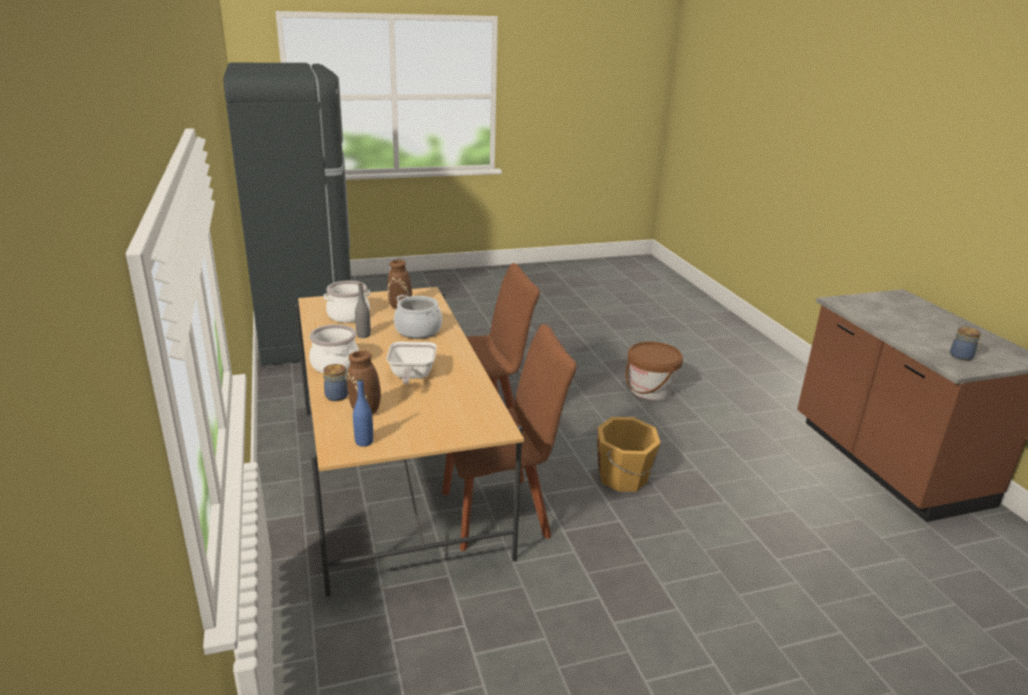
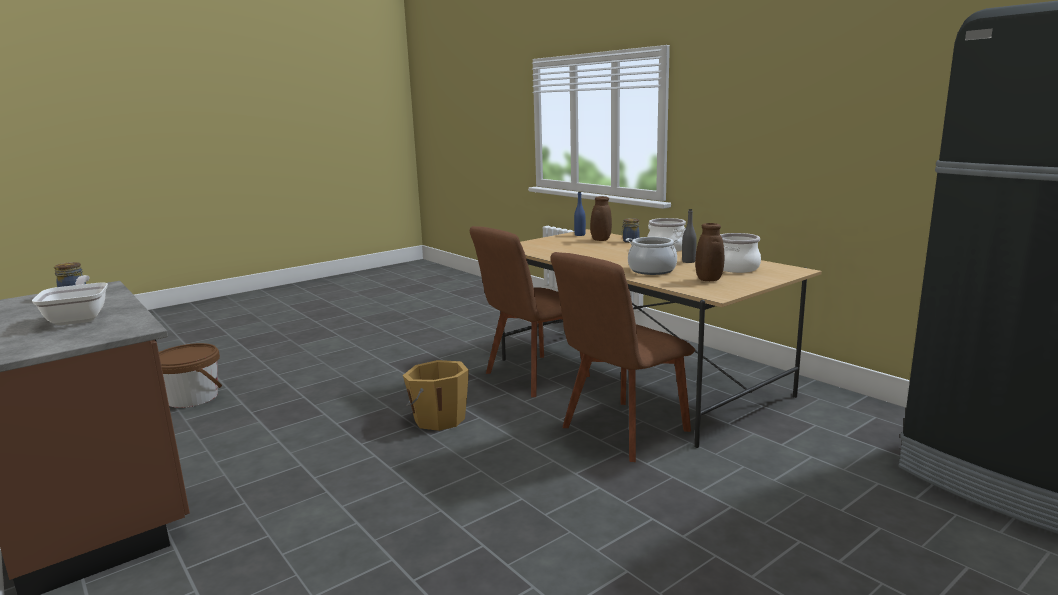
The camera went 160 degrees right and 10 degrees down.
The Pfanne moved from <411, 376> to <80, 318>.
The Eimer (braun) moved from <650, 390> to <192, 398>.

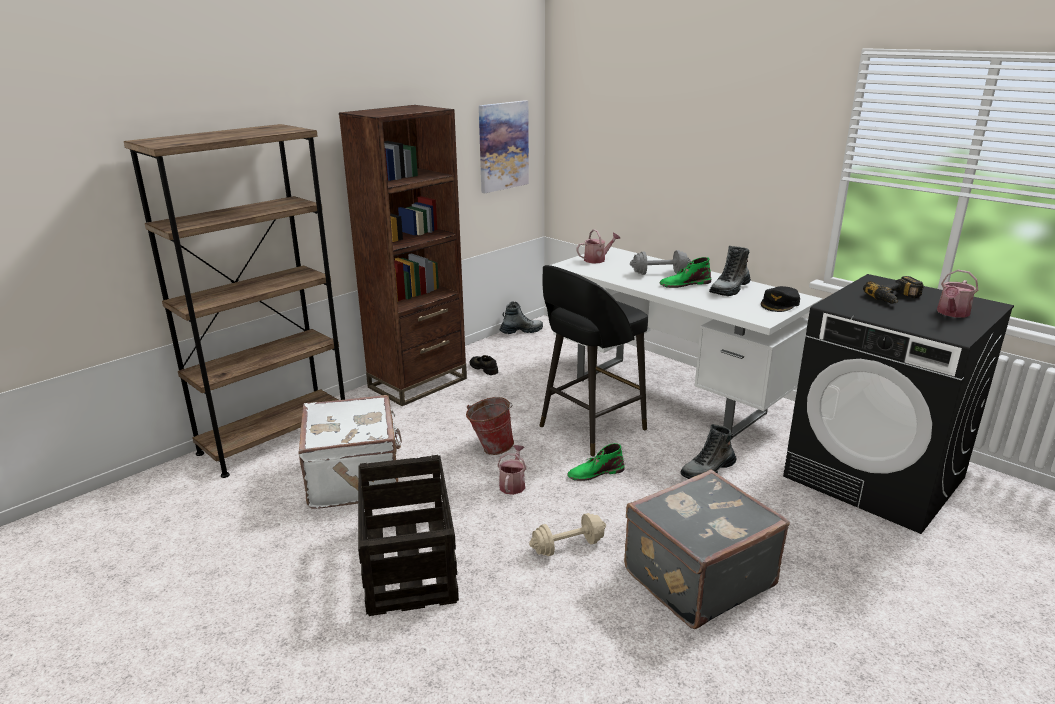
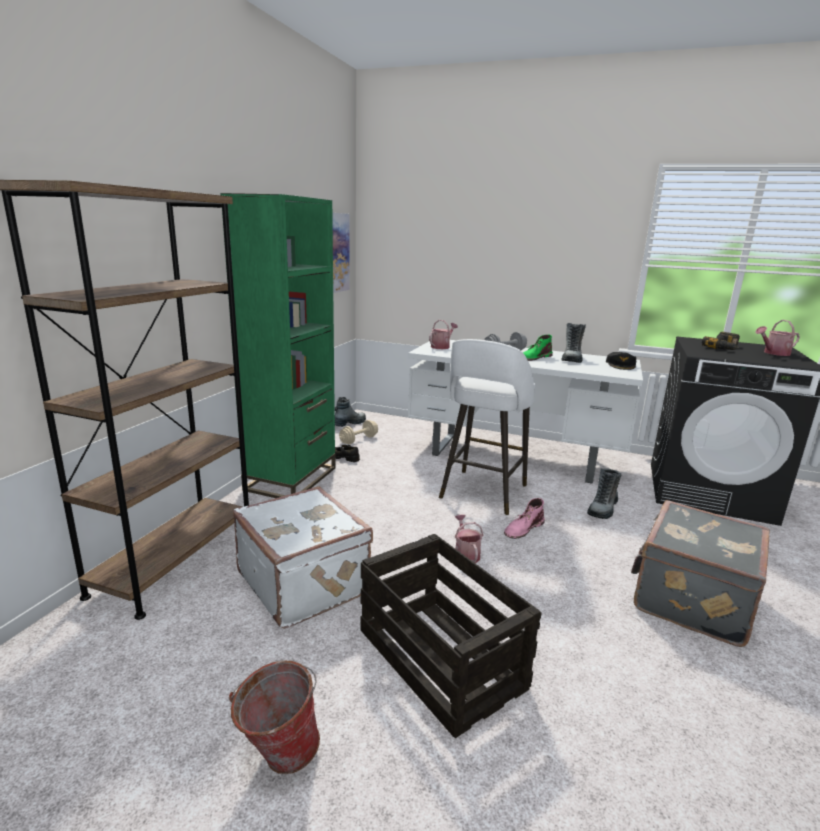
The camera went 25 degrees left and 5 degrees down.
The Bücherregal (braun) at <418, 383> became the Bücherregal (grün) at <291, 479>.
The Eimer moved from <490, 448> to <278, 754>.
The Hantel (beige) moved from <568, 546> to <358, 440>.
The Hocker (schwarz) at <590, 429> became the Hocker (weiß) at <482, 493>.
The Stiefel (grün) at <595, 473> became the Stiefel (rosa) at <523, 528>.
The Gießkanne at <952, 313> turned 60 degrees clockwise.

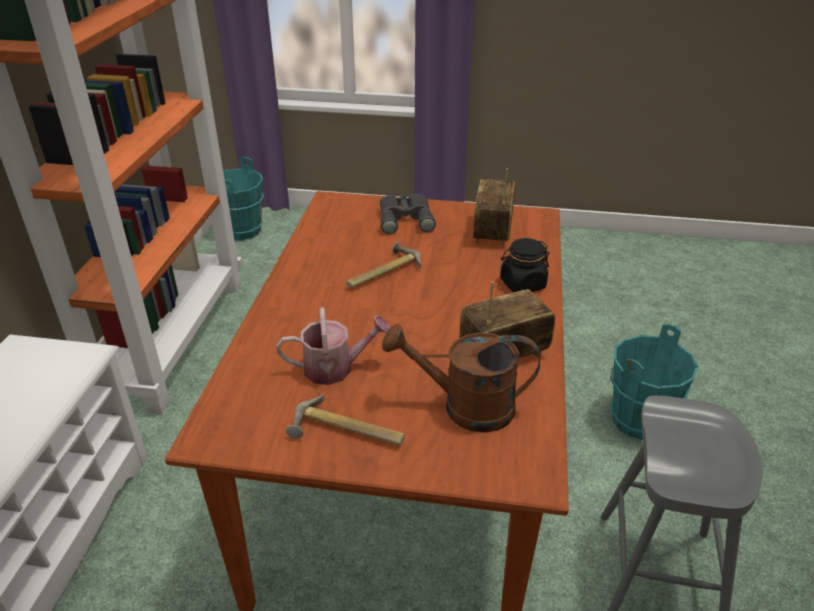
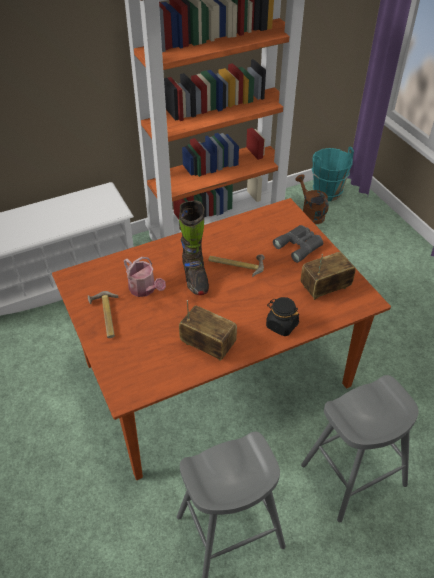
The camera went 55 degrees right and 10 degrees up.
The Stiefel (schwarz) at <195, 277> appeared.
The Gießkanne (braun) moved from <465, 407> to <310, 213>.
The Eimer (türkis) at <639, 421> was replaced by the Hocker (grau) at <353, 475>.

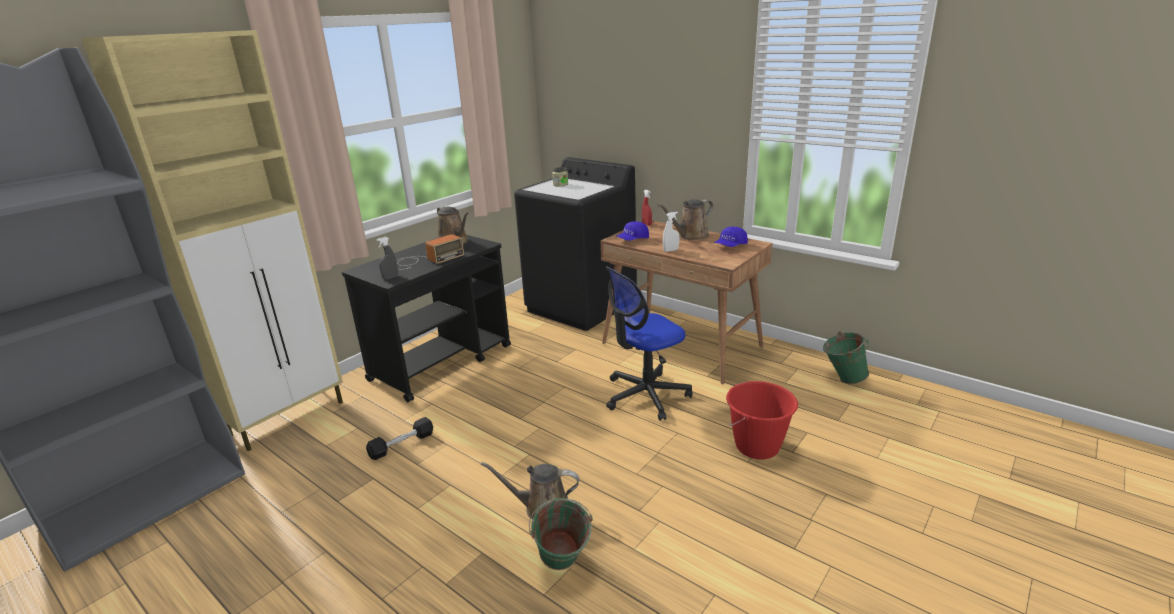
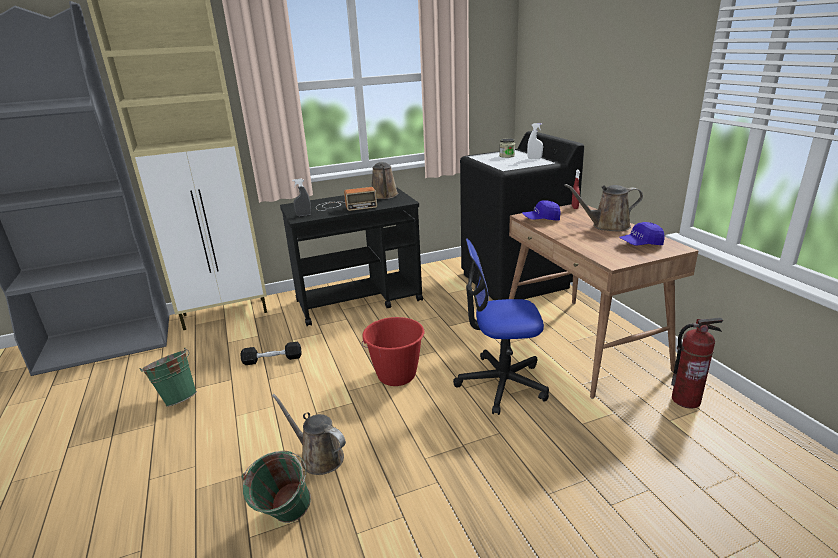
The camera went 30 degrees right and 0 degrees up.
The Eimer (grün) moved from <842, 379> to <177, 398>.
The Eimer (rot) moved from <757, 447> to <396, 375>.
The Sprühflasche (weiß) moved from <670, 250> to <534, 158>.
The Feuerlöscher at <686, 400> appeared.

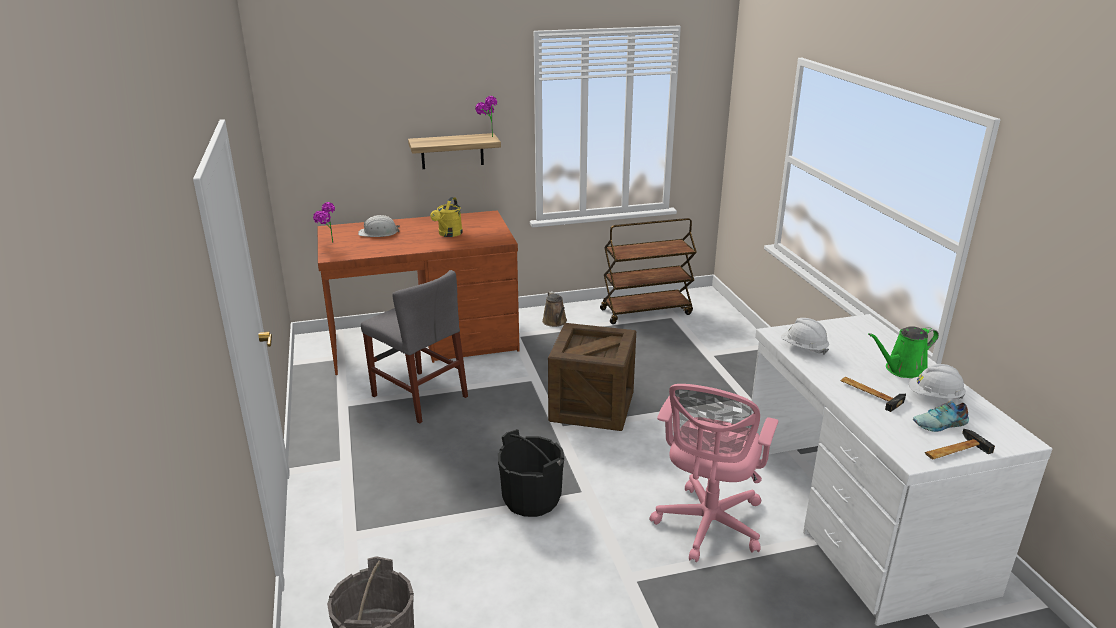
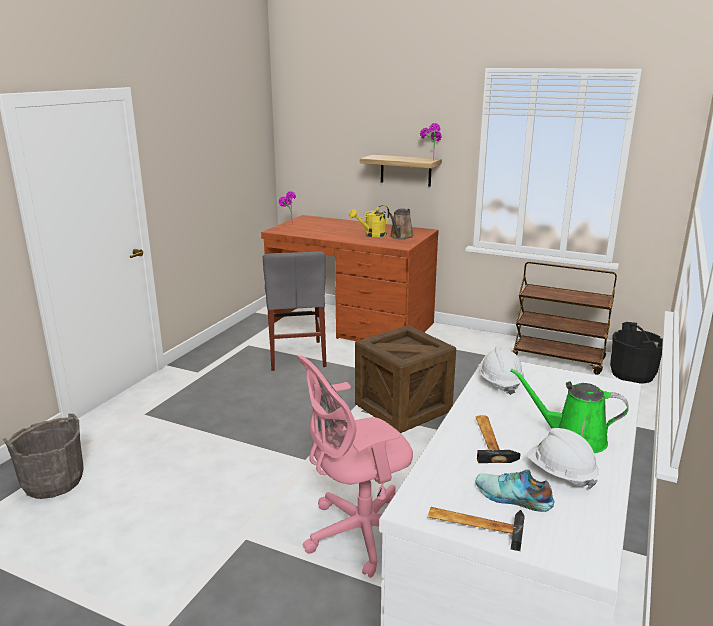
The camera went 40 degrees right and 5 degrees down.
The Gießkanne (braun) moved from <555, 322> to <400, 236>.
The Eimer (schwarz) moved from <531, 499> to <632, 374>.
The Schutzhelm (weiß) at <378, 233> disappeared.

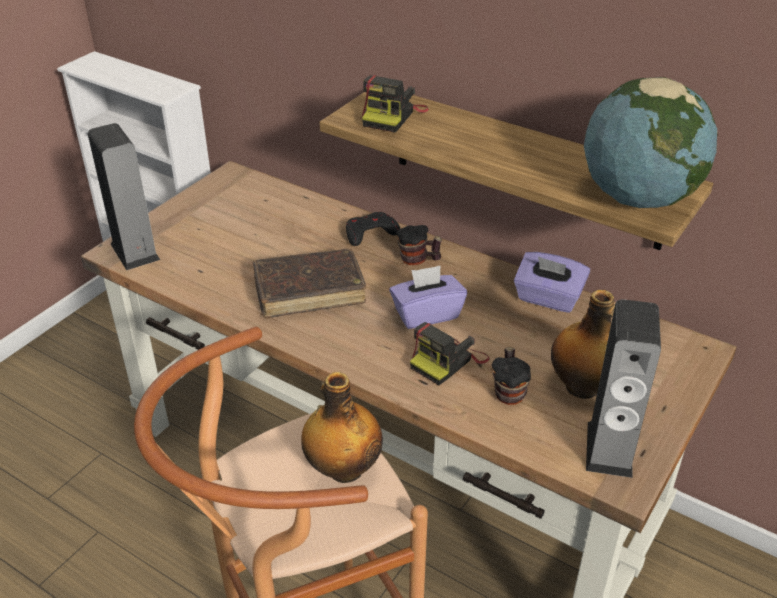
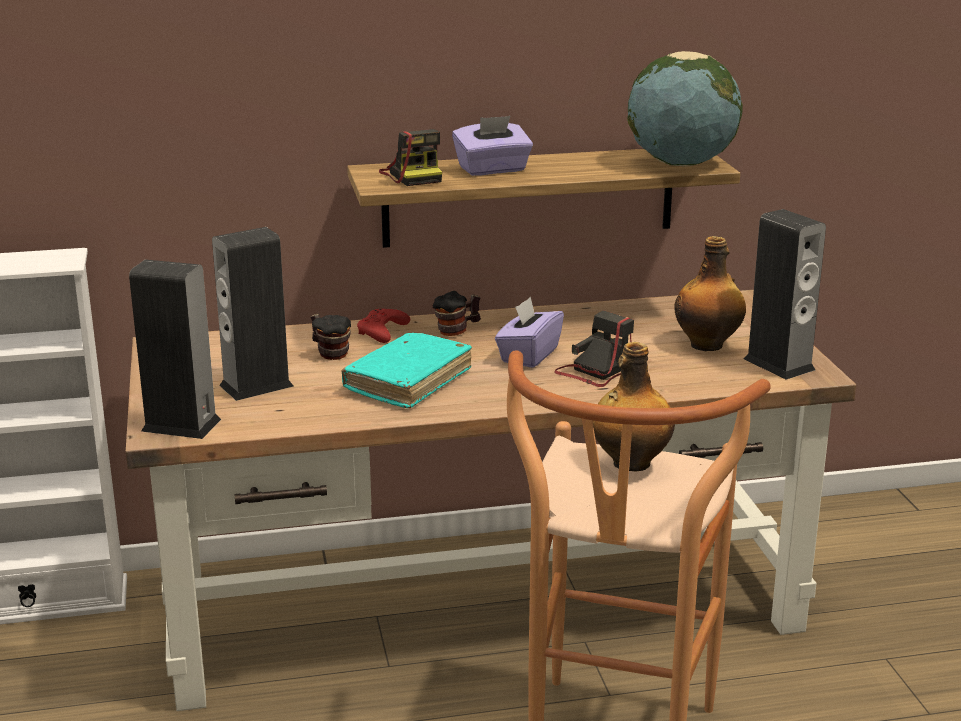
The camera went 45 degrees left and 15 degrees down.
The Lautsprecher at <256, 385> appeared.
The Henkelbecher moved from <509, 391> to <330, 353>.
The Buch (braun) at <309, 291> became the Buch (türkis) at <408, 381>.
The Gamepad (schwarz) at <370, 233> became the Gamepad (rot) at <382, 331>.
The Taschentuchbox (lila) moved from <548, 298> to <492, 169>.
The Kamera at <448, 361> turned 135 degrees counterclockwise.

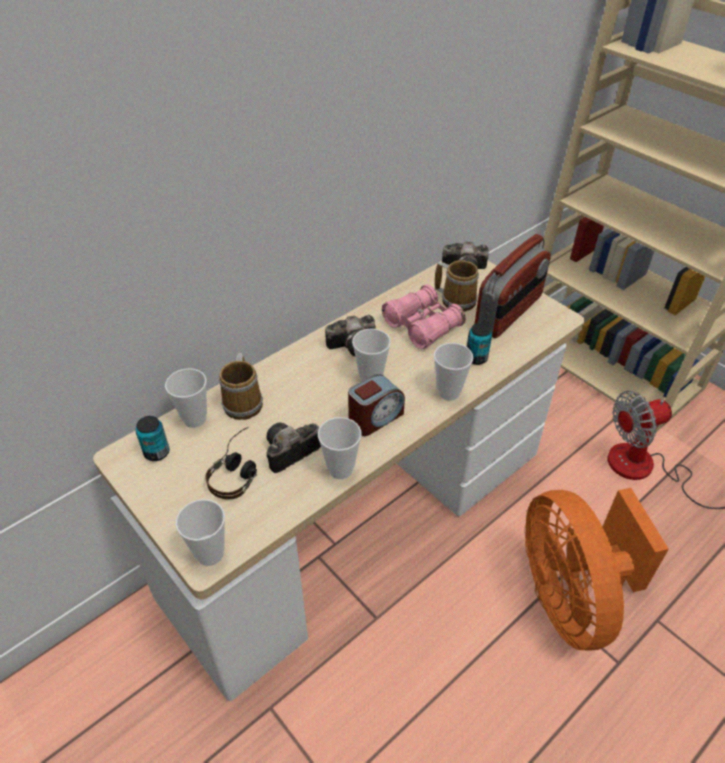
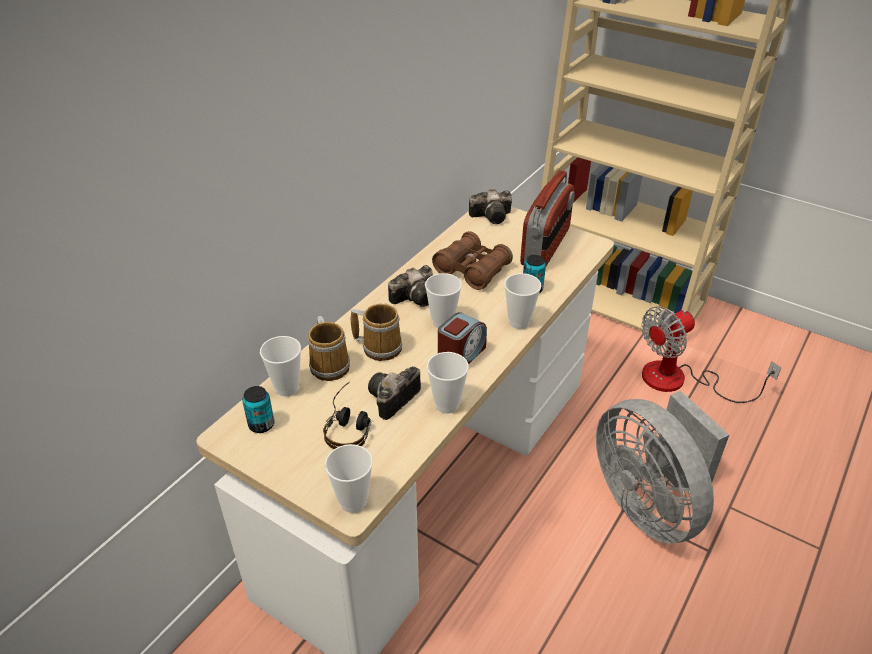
The camera went 15 degrees left and 5 degrees down.
The Henkelbecher moved from <457, 299> to <380, 346>.
The Fernglas (rosa) at <422, 325> became the Fernglas (braun) at <472, 270>.
The Ventilator (orange) at <570, 596> became the Ventilator (grau) at <649, 504>.

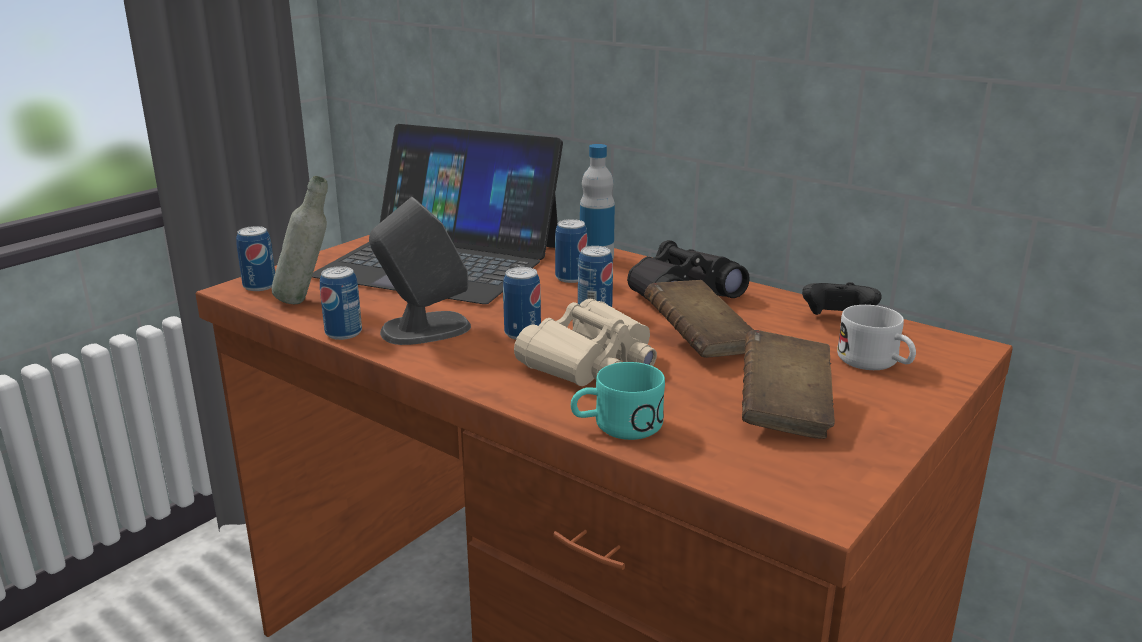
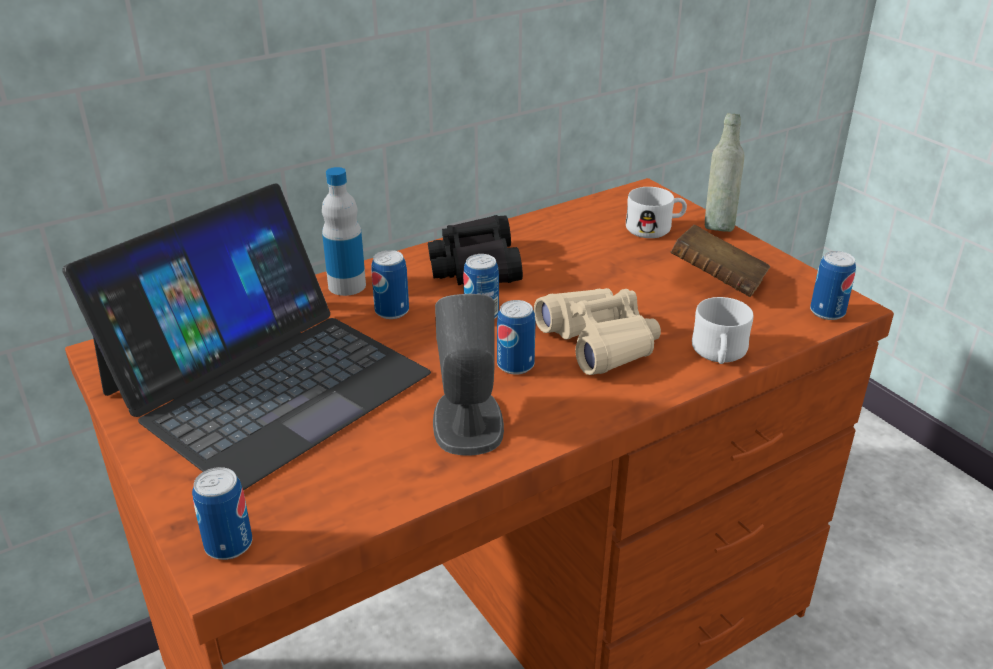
The camera went 70 degrees left and 10 degrees up.
The Henkelbecher (türkis) at <616, 426> became the Henkelbecher (weiß) at <719, 355>.
The Flasche (grau) moved from <306, 301> to <718, 226>.
The Dose moved from <343, 333> to <827, 312>.
The Buch (braun) at <699, 343> disappeared.
The Gamepad (schwarz) at <837, 320> disappeared.

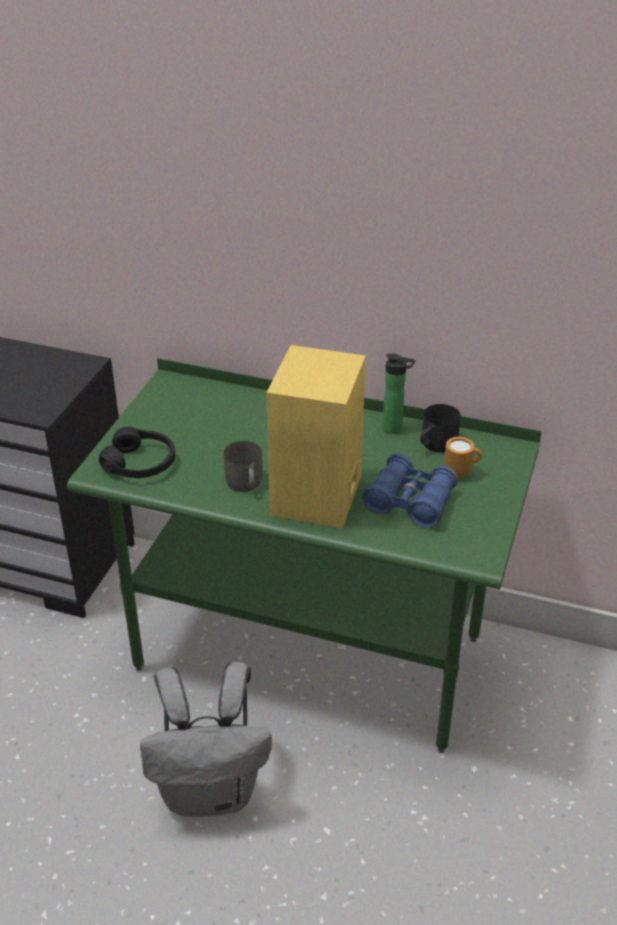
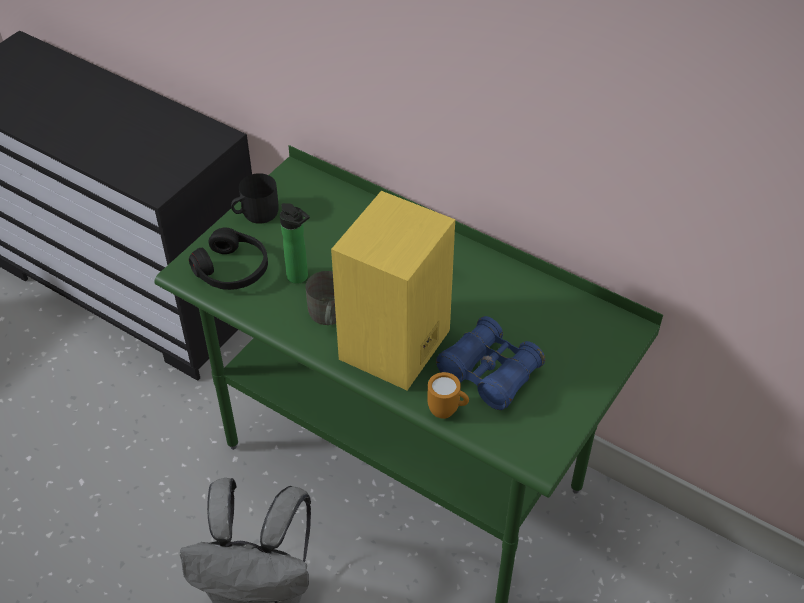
The camera went 15 degrees right and 10 degrees up.
The Henkelbecher (schwarz) moved from <435, 444> to <255, 213>.
The Flasche moved from <395, 429> to <300, 278>.
The Henkelbecher (orange) moved from <461, 473> to <447, 411>.

